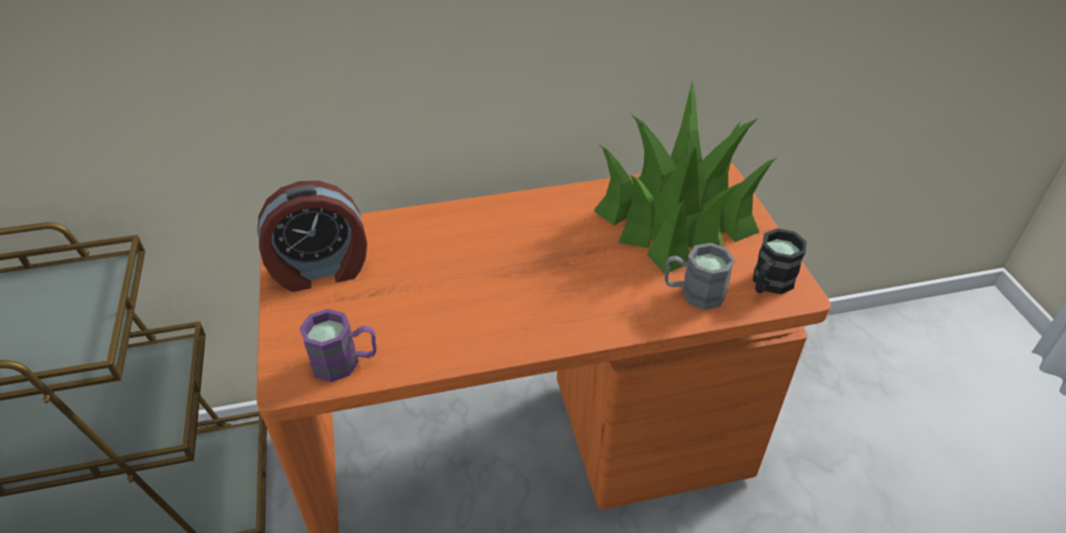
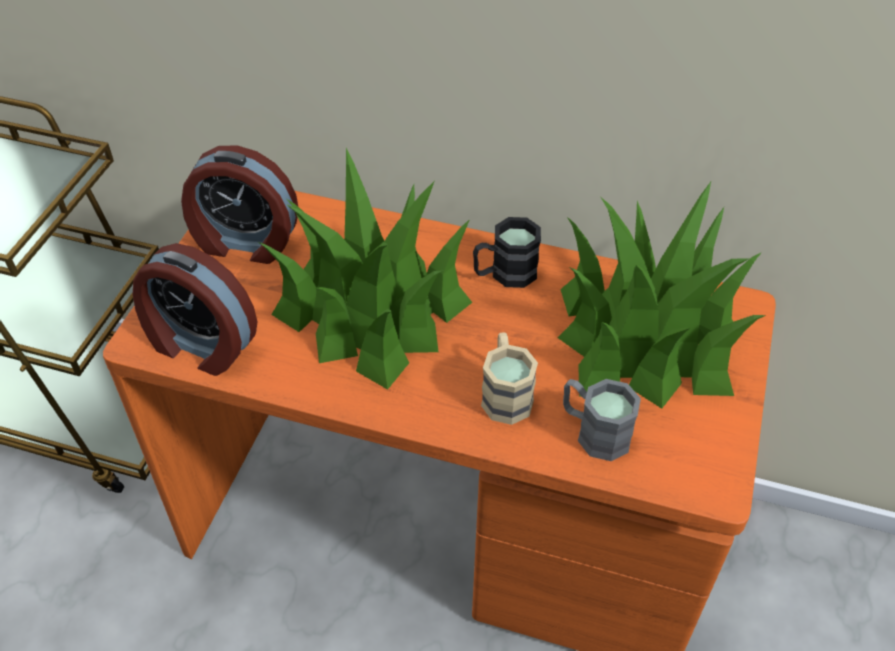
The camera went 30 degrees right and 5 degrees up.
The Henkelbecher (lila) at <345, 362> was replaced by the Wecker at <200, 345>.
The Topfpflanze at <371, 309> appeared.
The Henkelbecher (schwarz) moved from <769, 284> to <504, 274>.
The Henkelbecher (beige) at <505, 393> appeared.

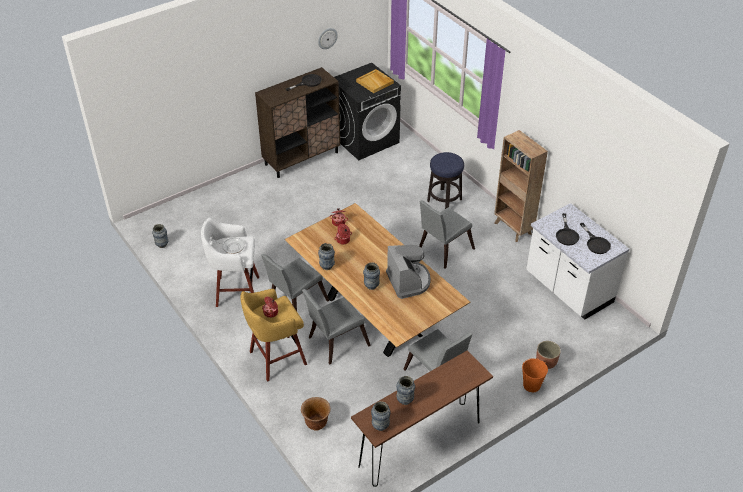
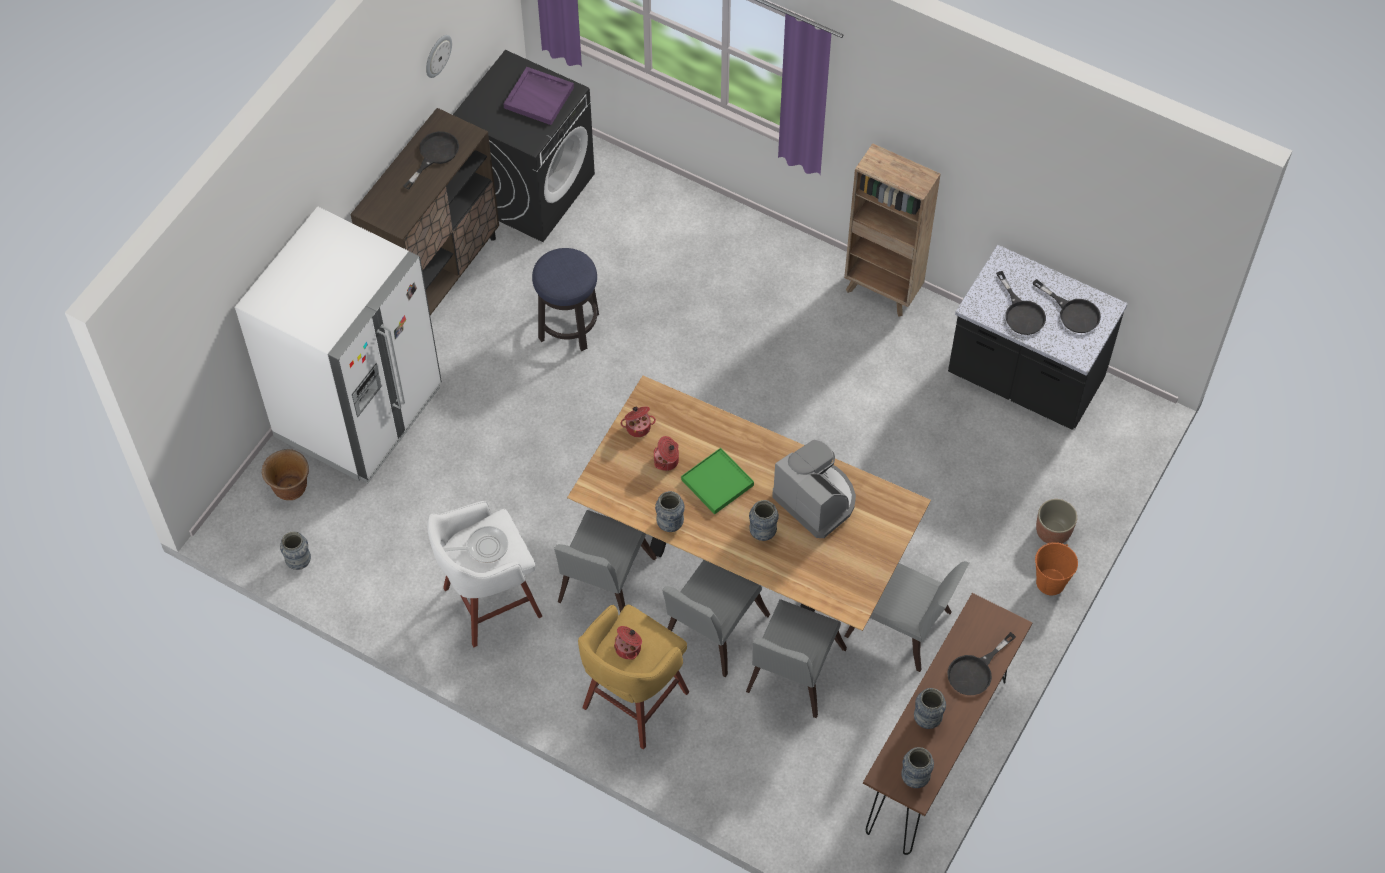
The camera went 25 degrees left and 15 degrees up.
The Kühlschrank (weiß) at <359, 412> appeared.
The Pflanzkübel (braun) moved from <316, 423> to <290, 488>.
The Tablett (beige) at <375, 82> became the Tablett (lila) at <539, 97>.
The Hocker moved from <444, 200> to <569, 326>.
The Tablett (grün) at <717, 482> appeared.
The Stuhl (grau) moved from <443, 250> to <792, 675>.
The Pfanne (schwarz) at <975, 671> appeared.
The Küchenzeile (weiß) at <568, 289> became the Küchenzeile (schwarz) at <1025, 380>.

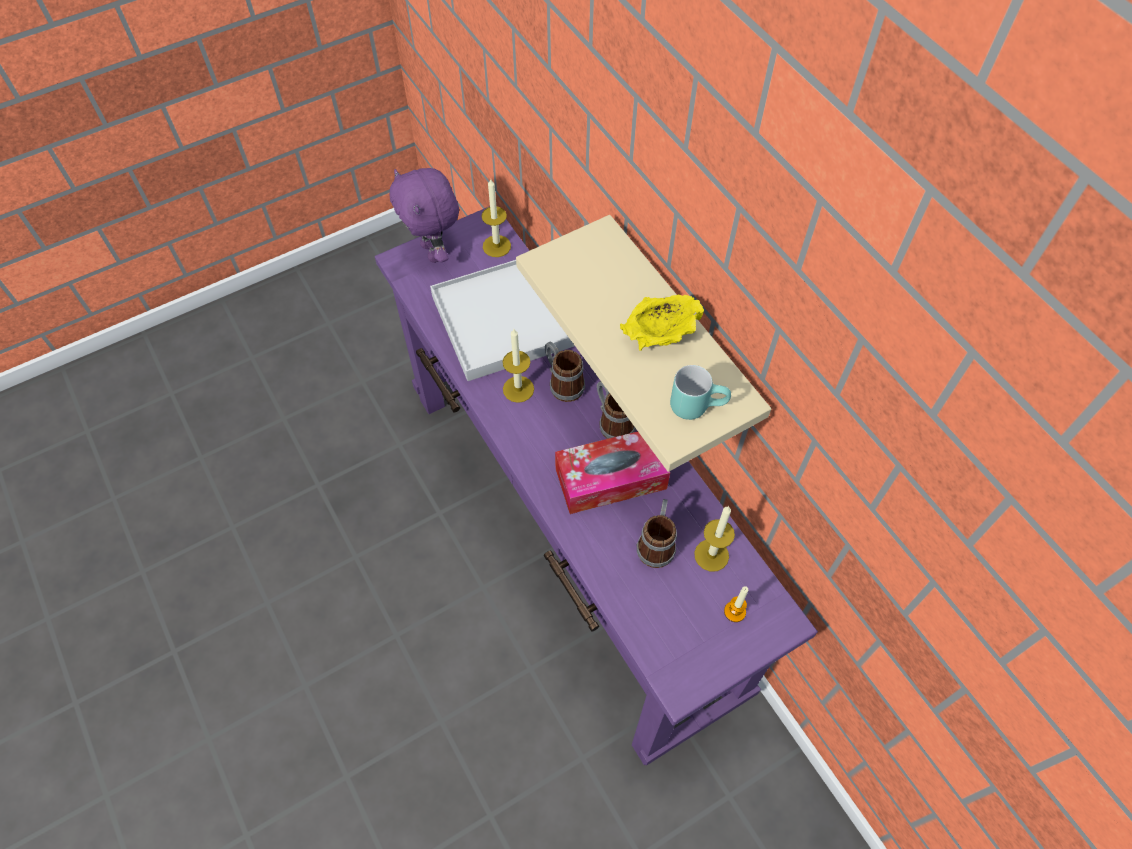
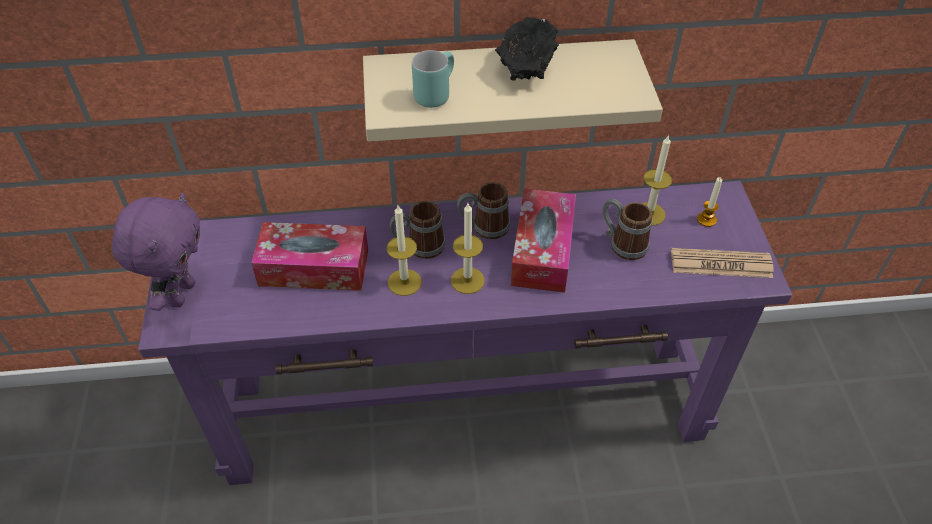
The camera went 65 degrees left and 10 degrees down.
The Plüschtier (lila) at <434, 252> turned 75 degrees counterclockwise.
The Tablett (weiß) at <501, 321> was replaced by the Taschentuchbox at <314, 267>.
The Henkelbecher (türkis) moved from <697, 404> to <434, 93>.
The Kerze moved from <496, 246> to <467, 280>.
The Schüssel (gelb) at <660, 336> became the Schüssel (schwarz) at <525, 70>.
The Zeitung at <721, 264> appeared.

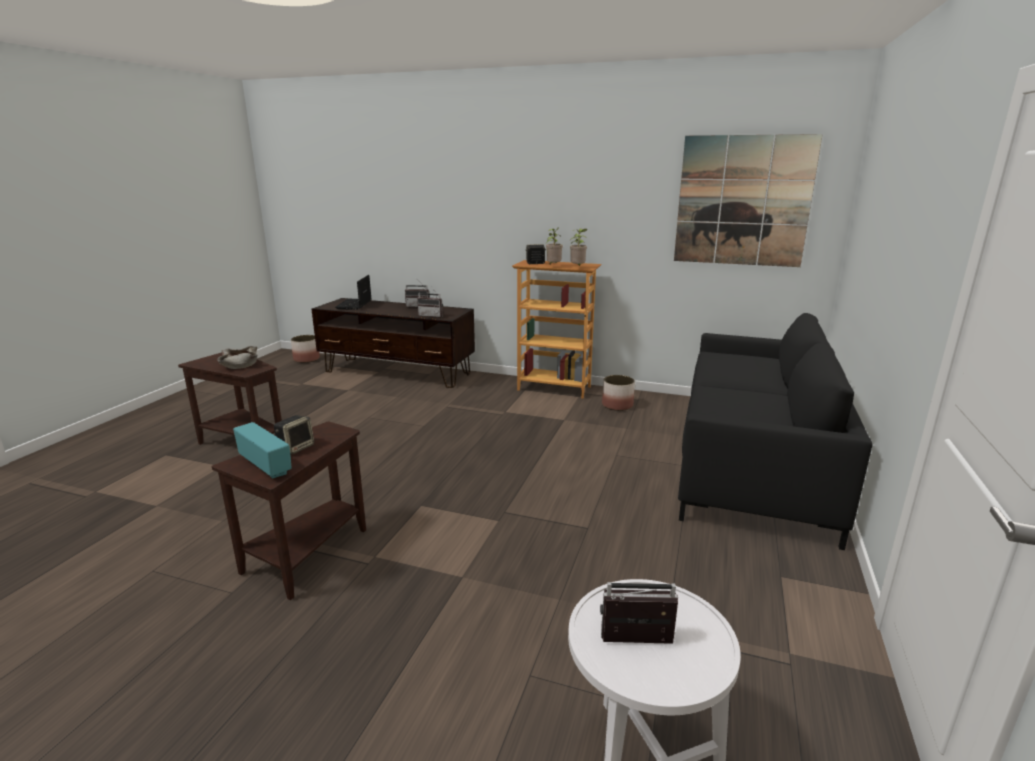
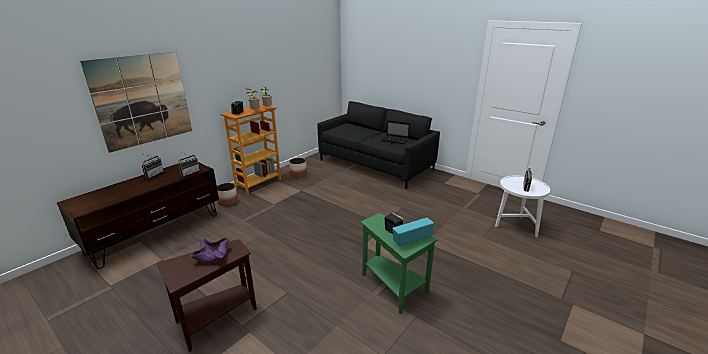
The camera went 70 degrees left and 5 degrees up.
The Bild moved from <743, 201> to <143, 100>.
The Schüssel (beige) at <239, 364> became the Schüssel (lila) at <213, 256>.
The Pflanzkübel moved from <306, 359> to <227, 202>.
The Beistelltisch (braun) at <306, 557> became the Beistelltisch (grün) at <394, 288>.
The Laptop moved from <354, 305> to <395, 140>.

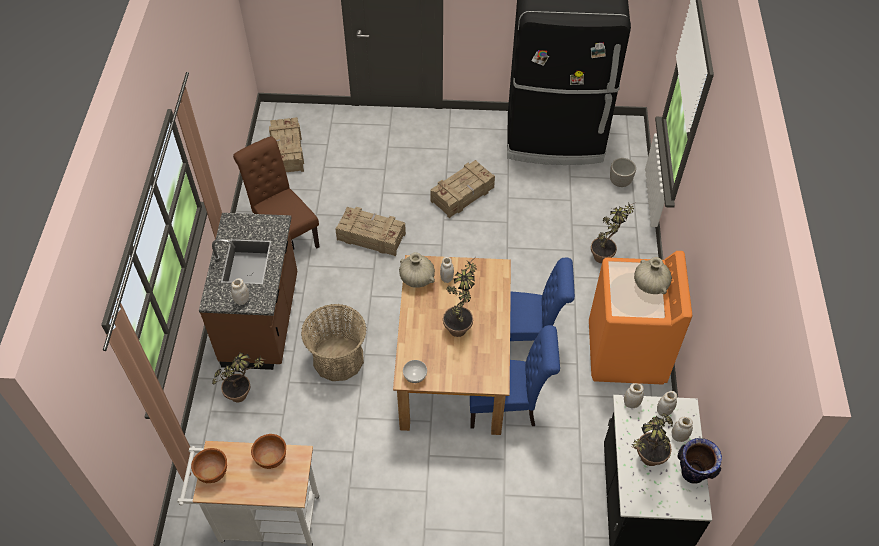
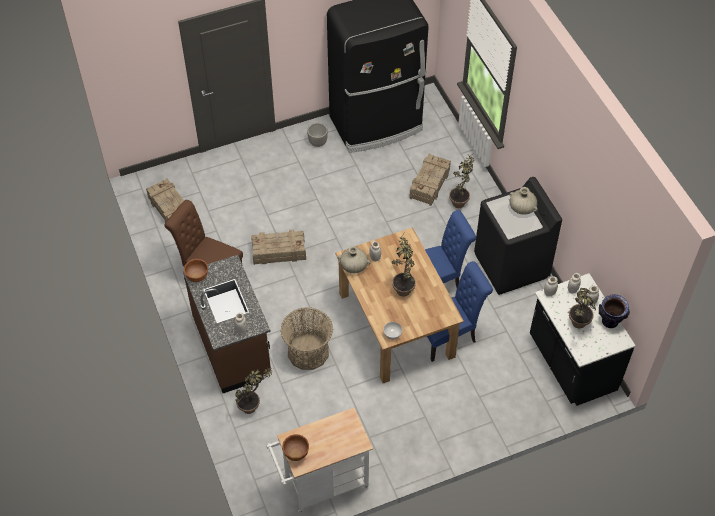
The camera went 25 degrees left and 0 degrees up.
The Schüssel (braun) moved from <272, 458> to <197, 276>.
The Pflanzkübel moved from <620, 182> to <318, 142>.
The Kiste moved from <463, 194> to <430, 184>.
The Waschmaschine (orange) at <626, 353> became the Waschmaschine (schwarz) at <511, 266>.

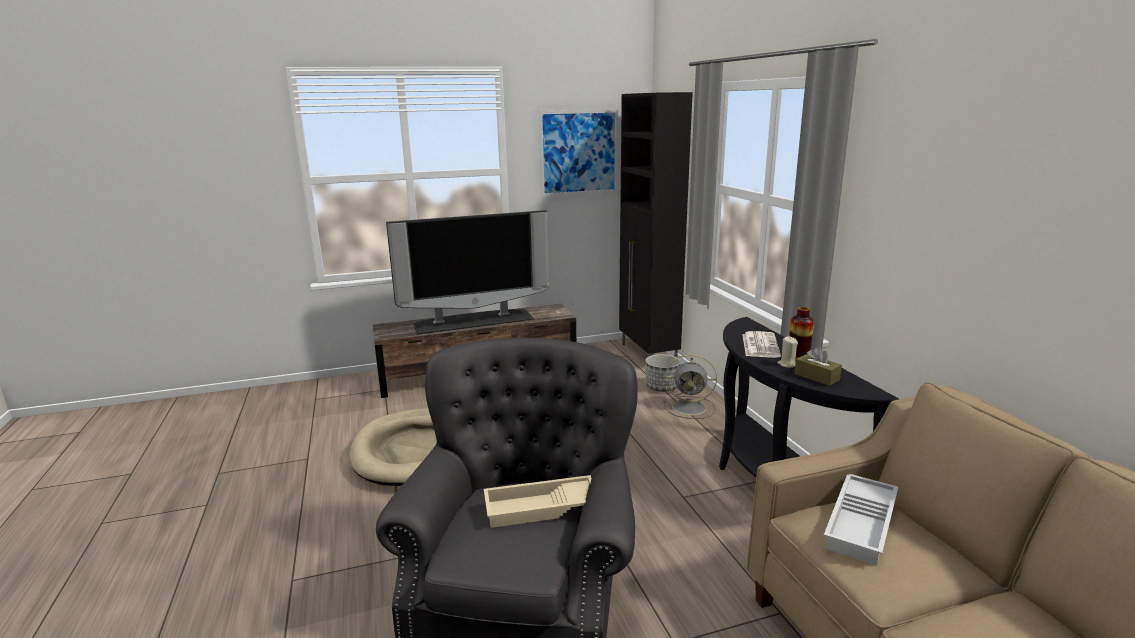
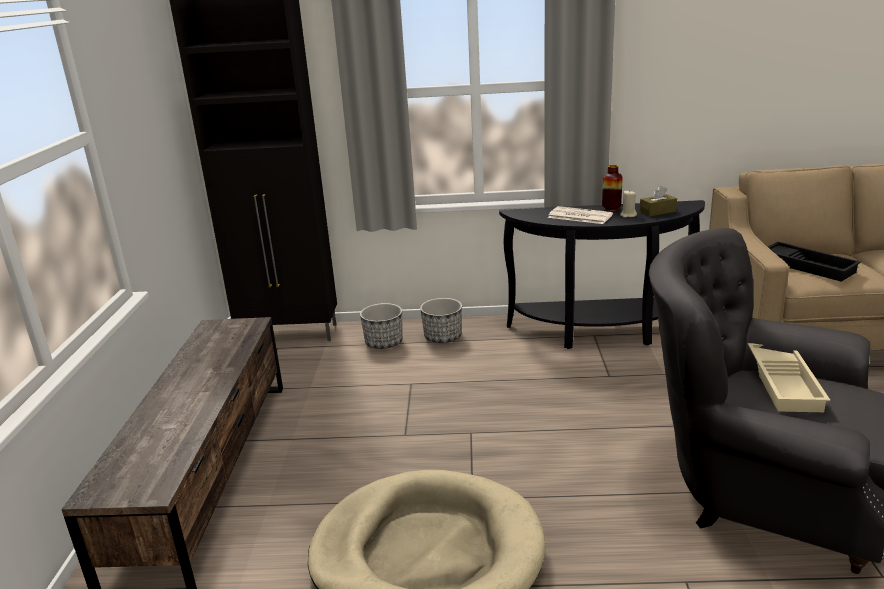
The camera went 70 degrees left and 5 degrees up.
The Ventilator (grau) at <691, 407> was replaced by the Pflanzkübel at <443, 337>.
The Tablett (weiß) at <862, 524> became the Tablett (schwarz) at <809, 266>.
The Fernseher at <473, 321> disappeared.
The Bild at <579, 152> disappeared.

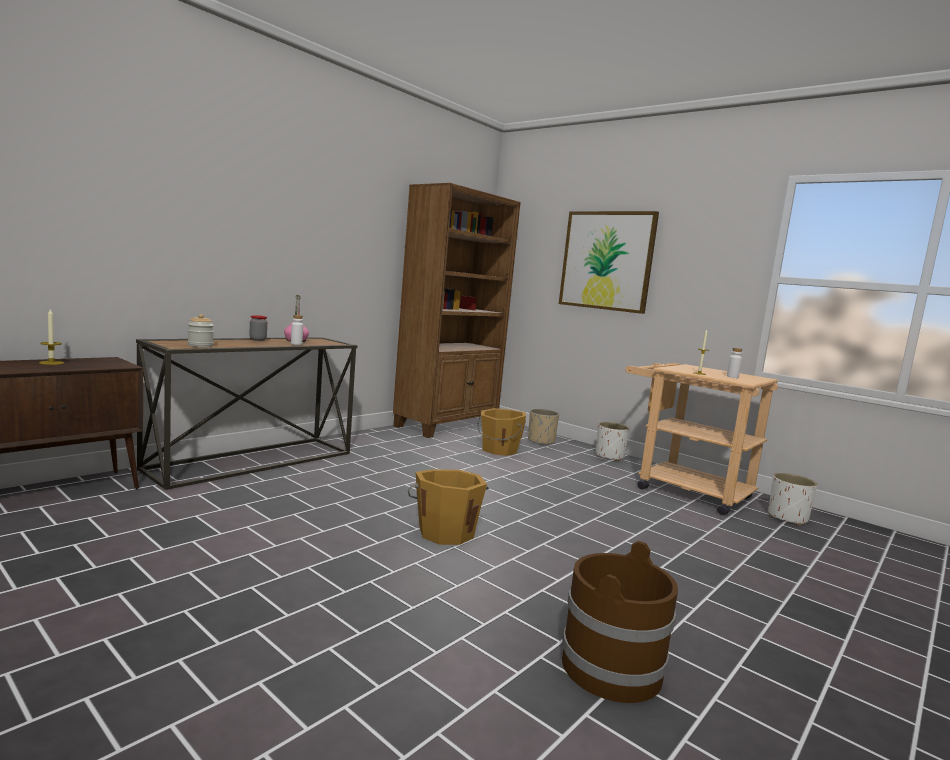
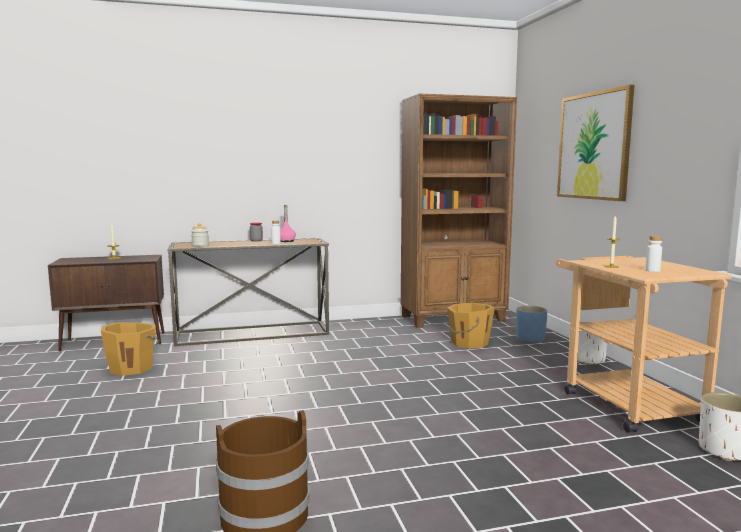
The camera went 35 degrees right and 0 degrees up.
The Eimer (orange) moved from <445, 532> to <132, 368>.
The Pflanzkübel (beige) at <541, 441> became the Pflanzkübel (blau) at <530, 339>.

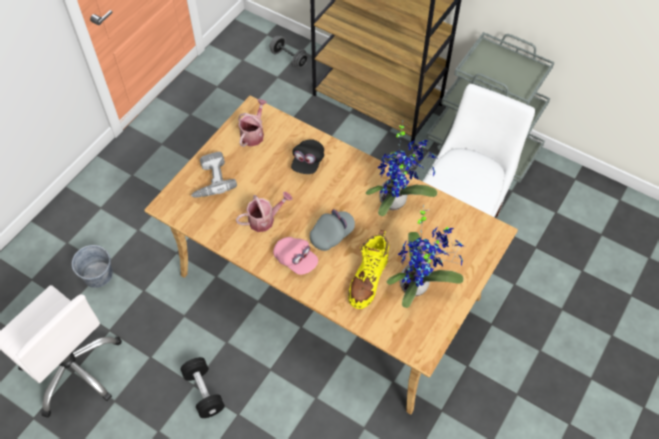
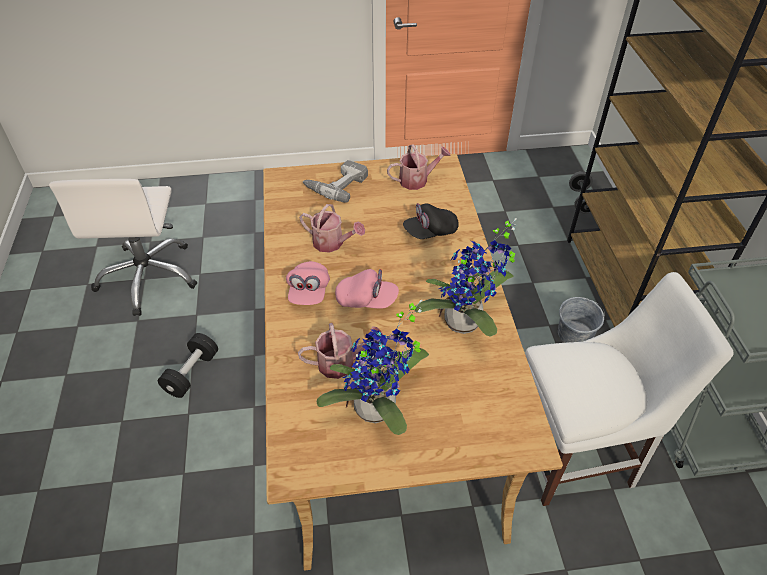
The camera went 50 degrees right and 10 degrees down.
The Stiefel (gelb) at <368, 280> was replaced by the Gießkanne at <341, 362>.
The Kappe (grau) at <332, 234> became the Kappe (rosa) at <366, 300>.
The Eimer (grau) moved from <98, 274> to <575, 334>.

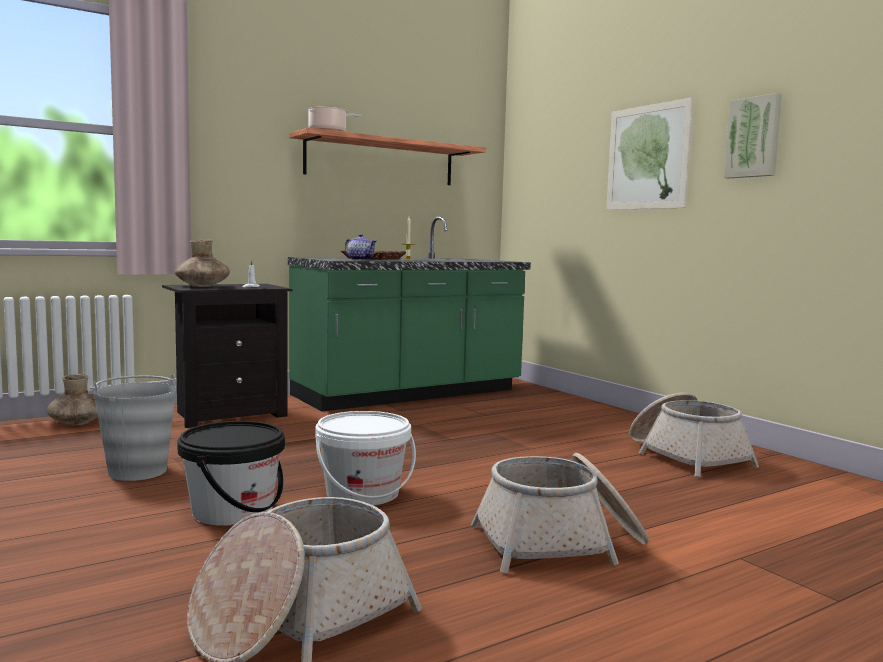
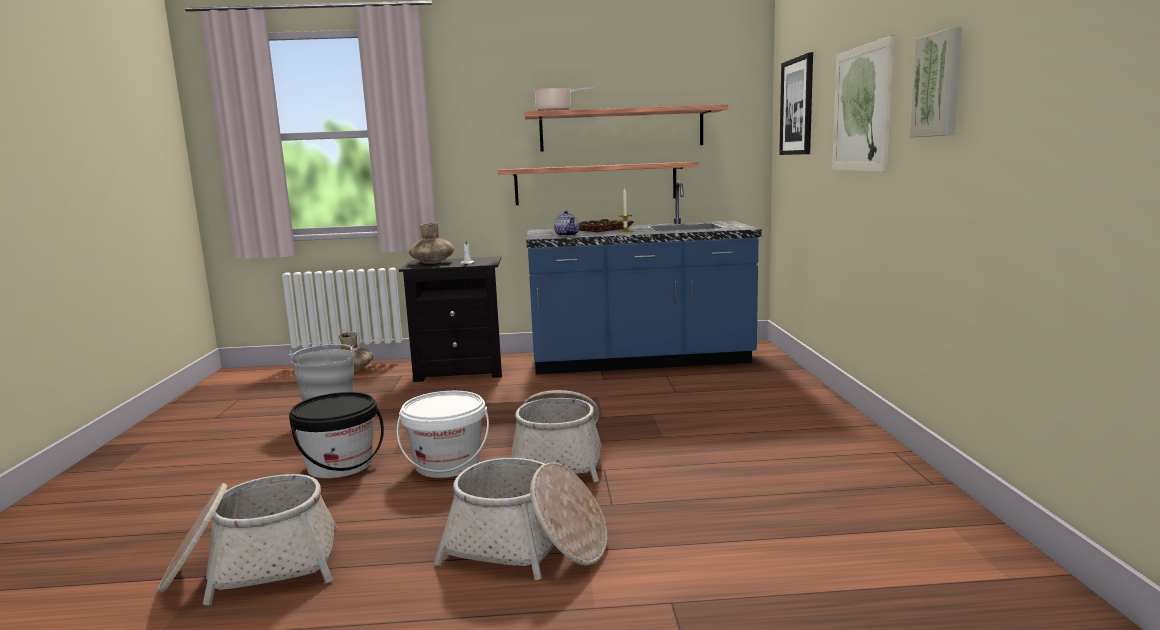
The camera went 30 degrees right and 5 degrees up.
The Wandregal at <595, 183> appeared.
The Korb moved from <686, 456> to <559, 458>.
The Küchenzeile (grün) at <409, 393> became the Küchenzeile (blau) at <640, 360>.
The Bild at <797, 106> appeared.

